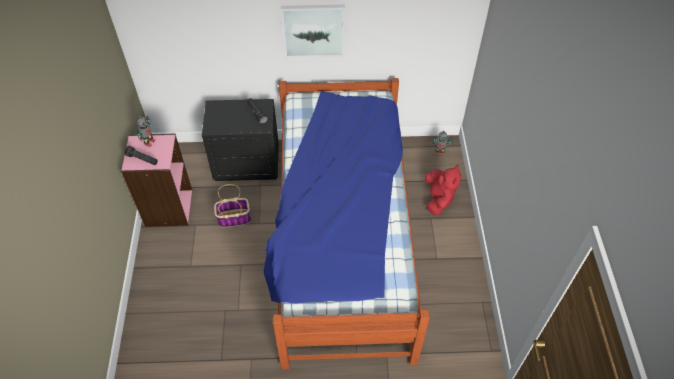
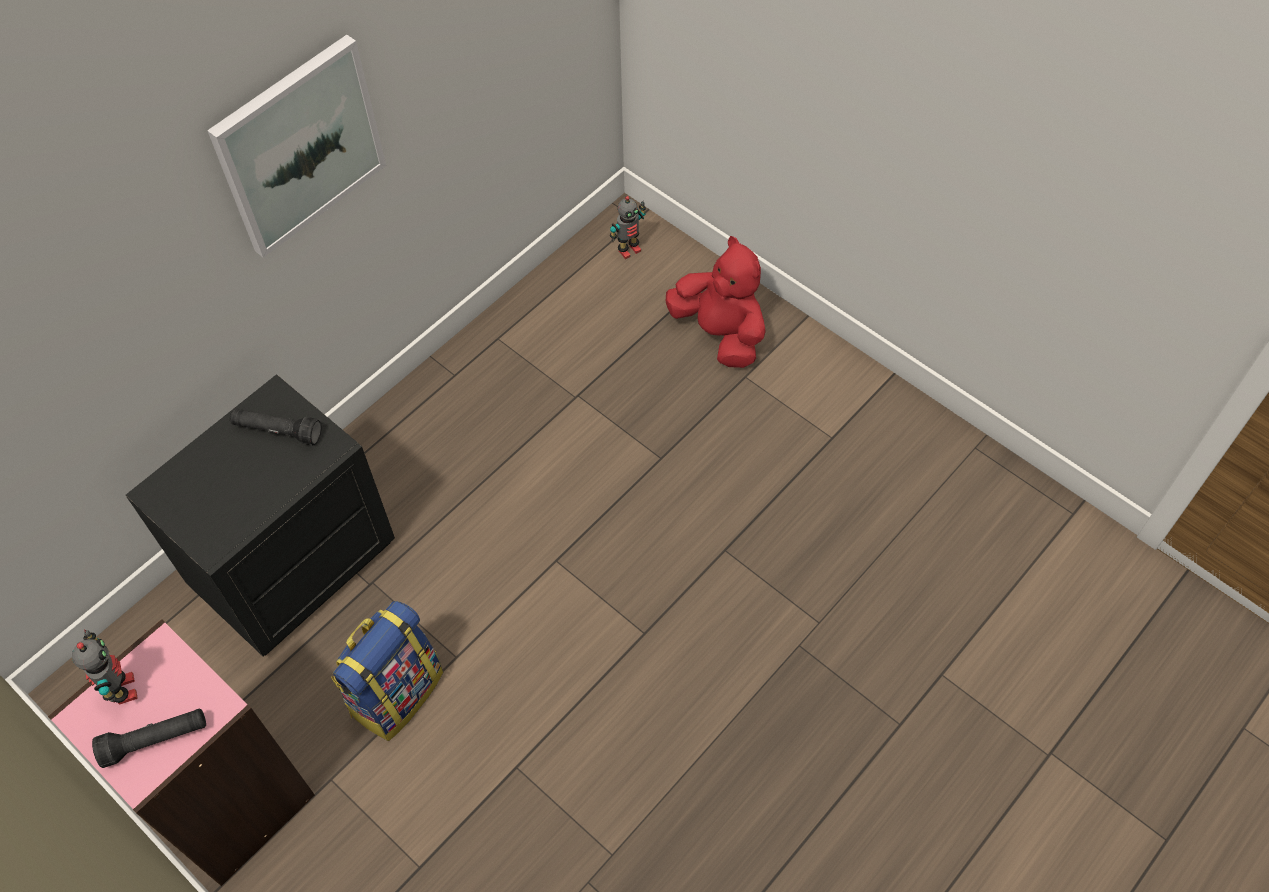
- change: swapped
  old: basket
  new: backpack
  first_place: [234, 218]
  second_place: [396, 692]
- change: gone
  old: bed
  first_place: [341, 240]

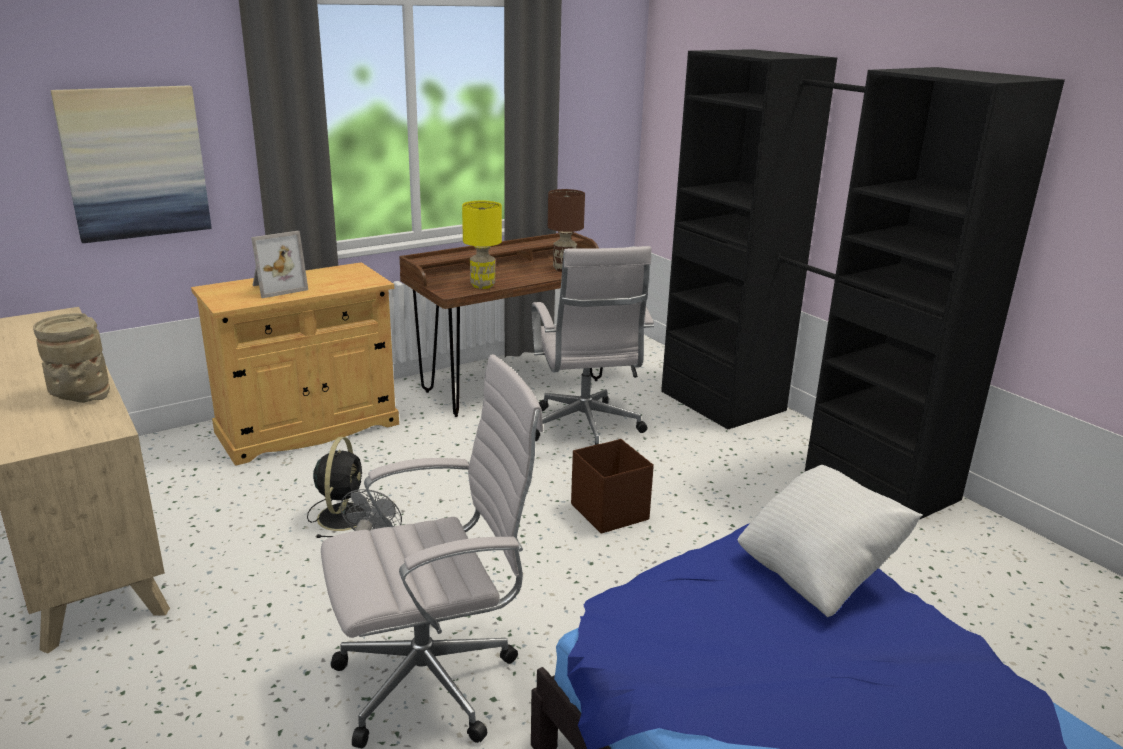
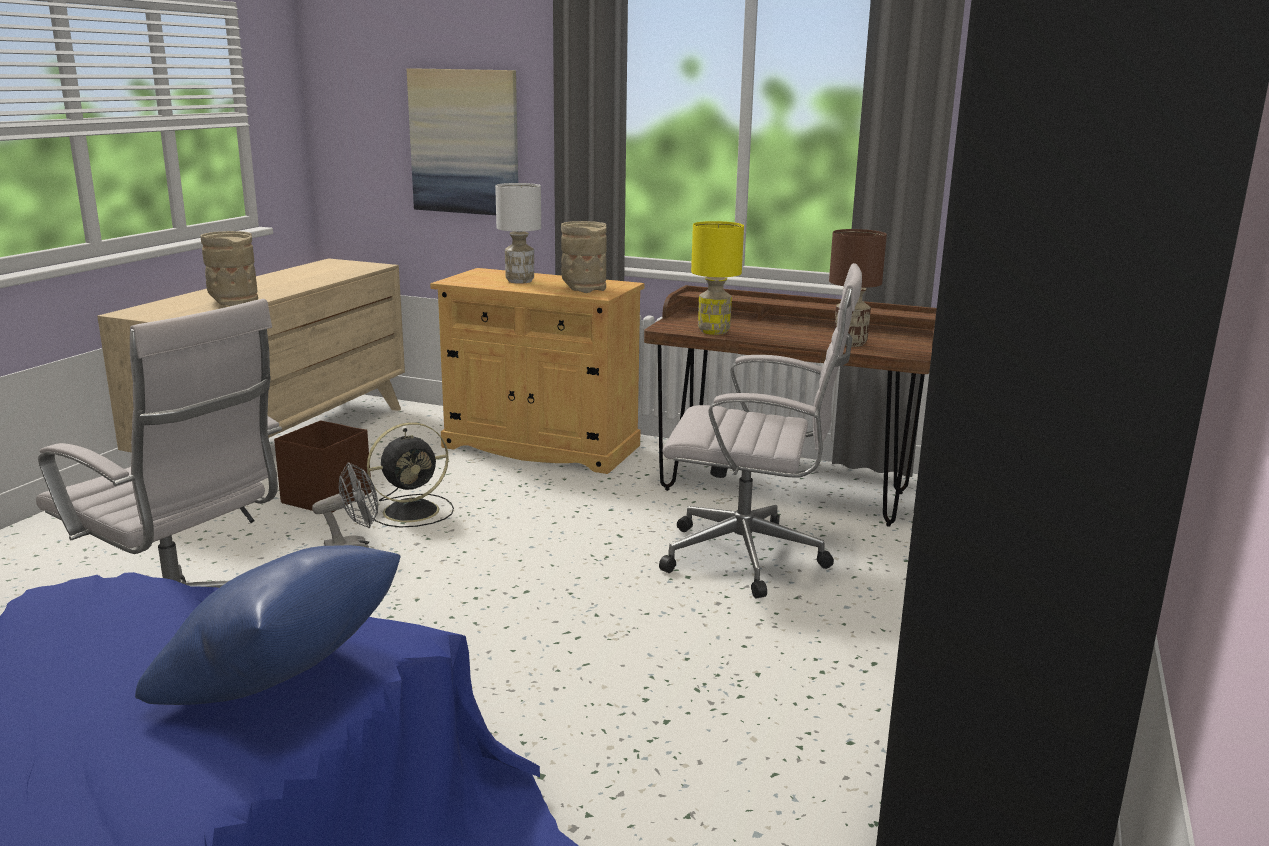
- change: repainted
  old: white pillow
  new: blue pillow
  first_place: [818, 573]
  second_place: [282, 686]
- change: shifted
  old: brown storage box
  first_place: [609, 511]
  second_place: [328, 497]
- change: swapped
  old: picture frame
  new: white table lamp
  first_place: [277, 288]
  second_place: [520, 281]
- change: new
  new: beige vase
  second_place: [583, 288]
- change: rotated
  old: white office chair
  first_place: [585, 431]
  second_place: [751, 558]
  degrees: -120

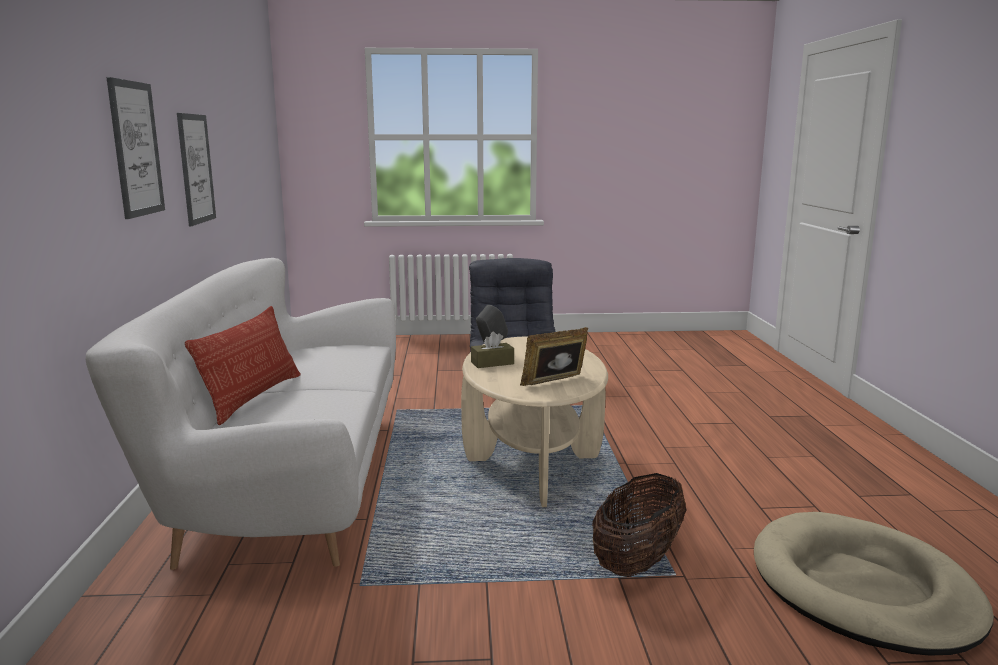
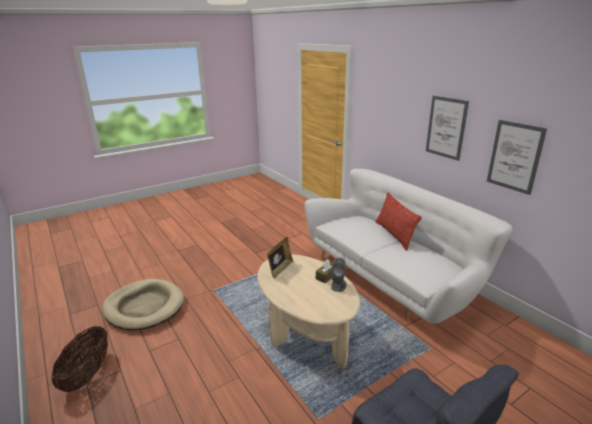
- change: shifted
  old: basket
  first_place: [637, 561]
  second_place: [87, 374]

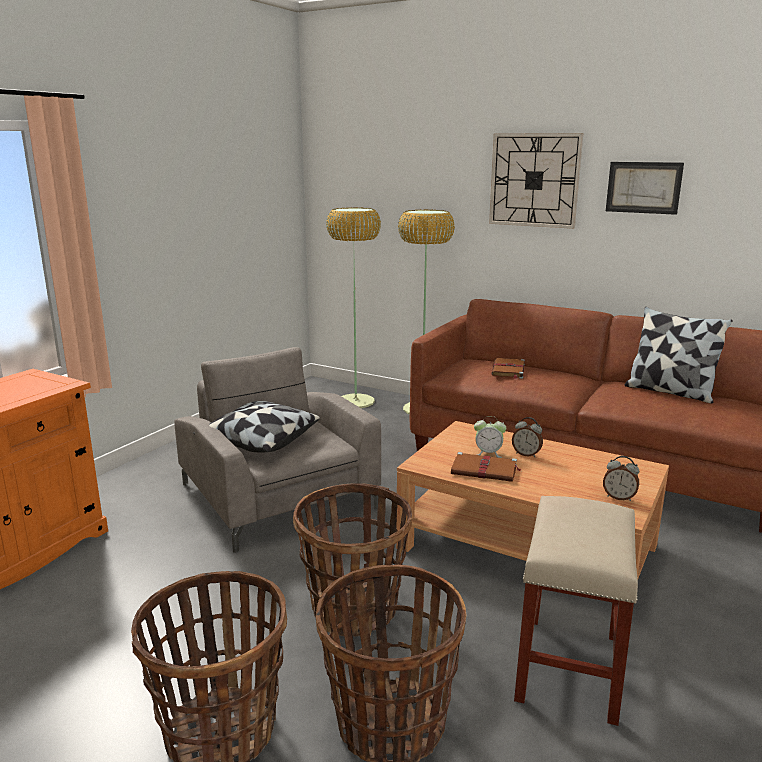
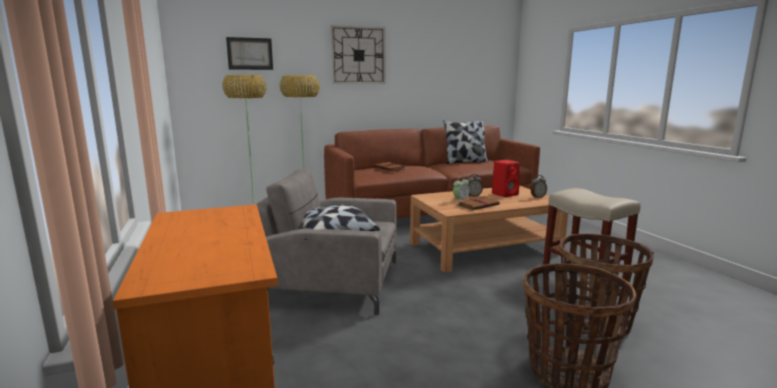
- change: shifted
  old: picture
  first_place: [643, 187]
  second_place: [250, 53]
- change: new
  new: red speaker
  second_place: [505, 194]
- change: gone
  old: basket
  first_place: [354, 609]

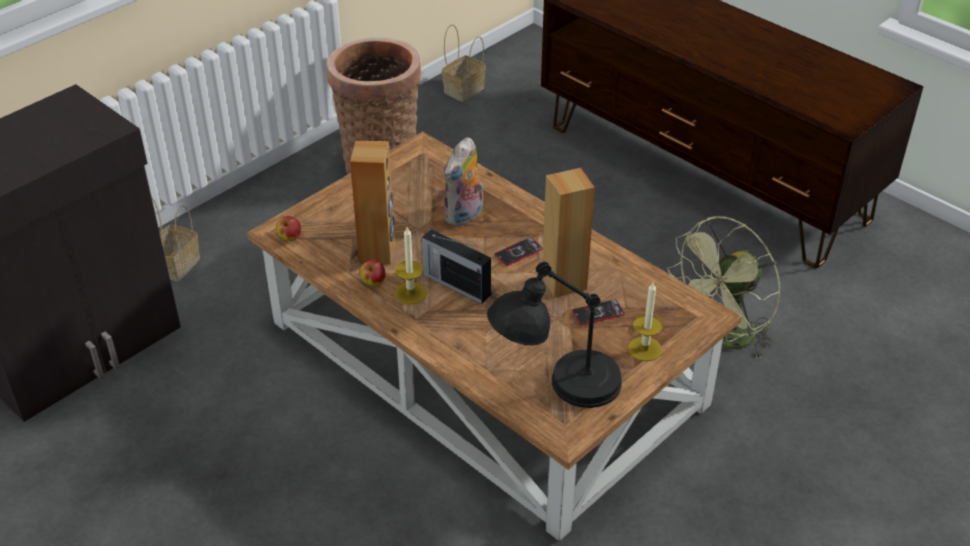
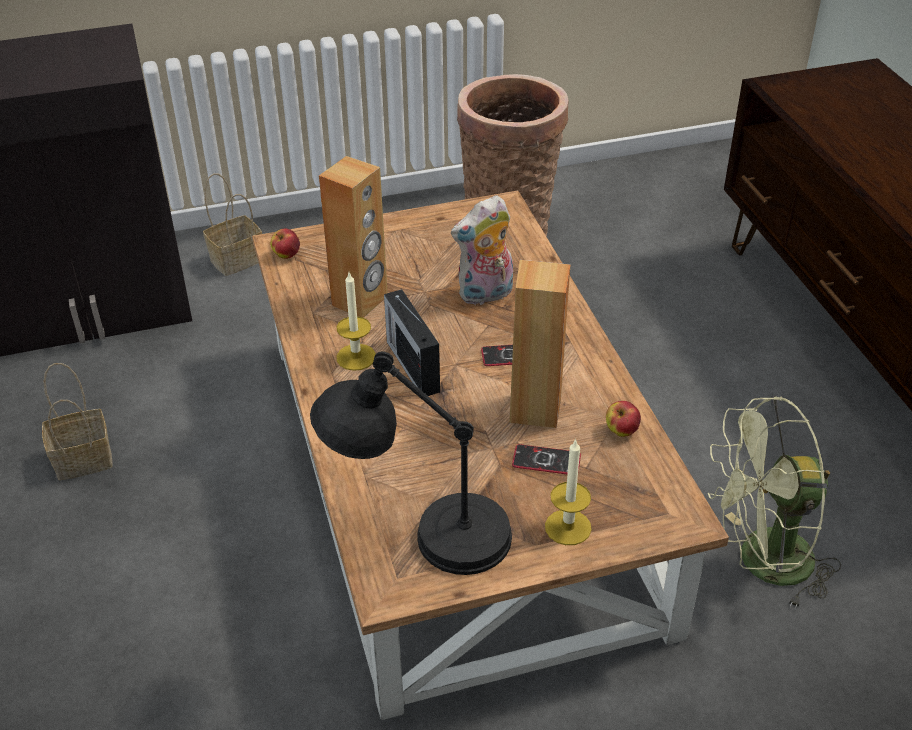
- change: shifted
  old: basket
  first_place: [463, 91]
  second_place: [81, 461]
- change: shifted
  old: apple
  first_place: [373, 283]
  second_place: [621, 431]

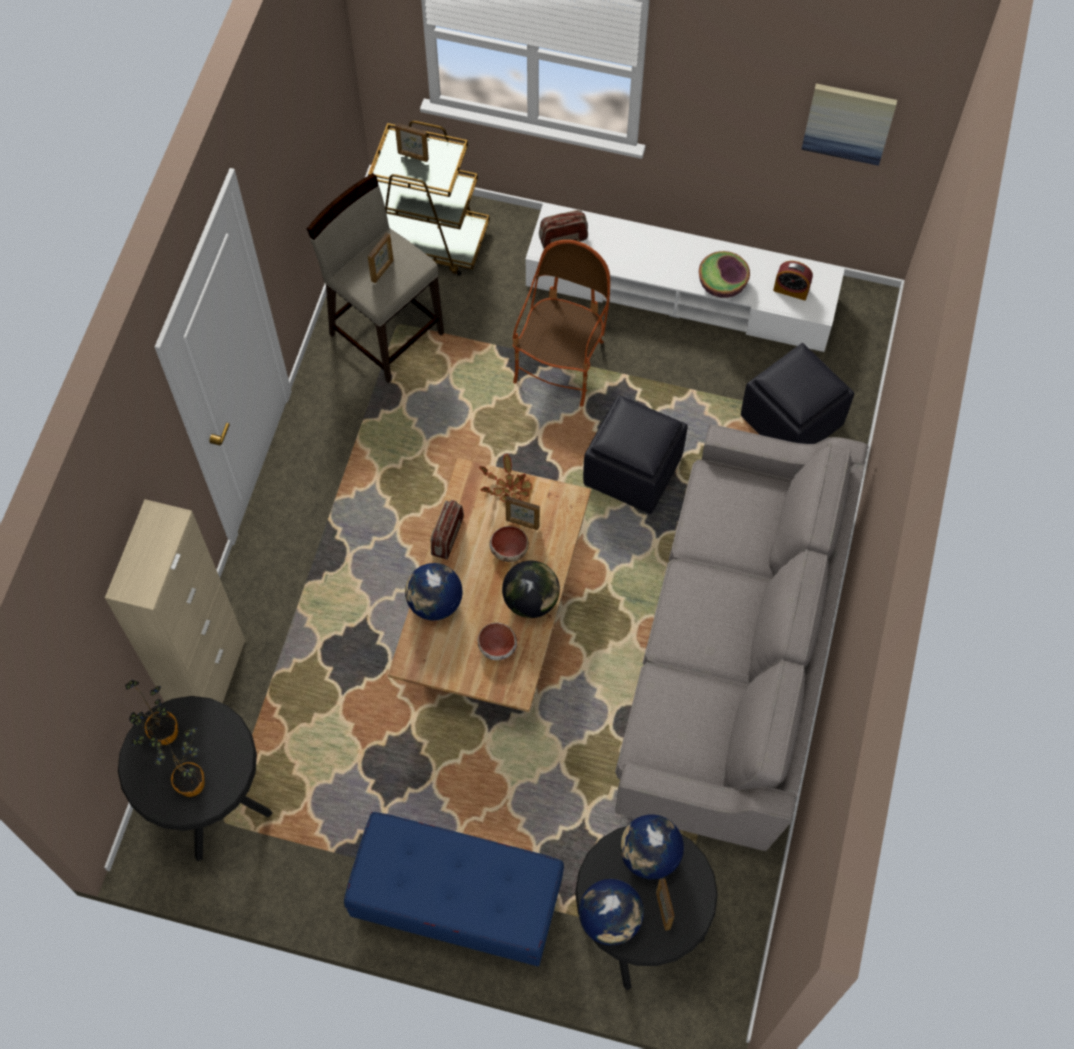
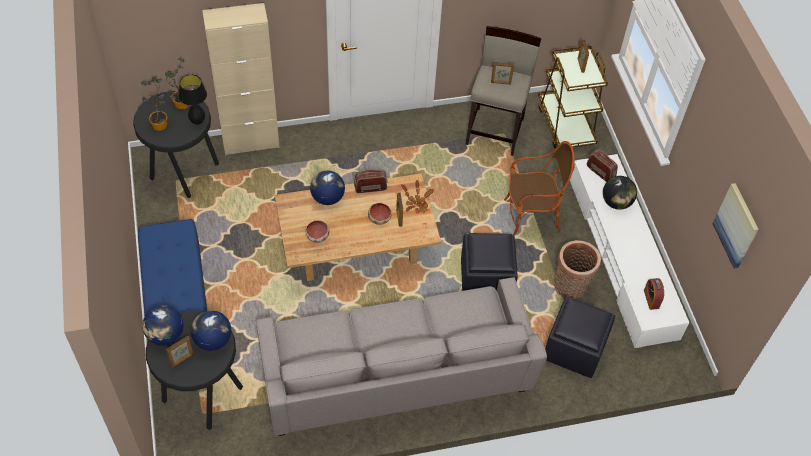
- change: new
  new: black table lamp
  second_place: [198, 121]
- change: new
  new: basket
  second_place: [570, 288]
- change: shifted
  old: globe
  first_place: [531, 600]
  second_place: [616, 202]
- change: gone
  old: bowl
  first_place: [722, 284]

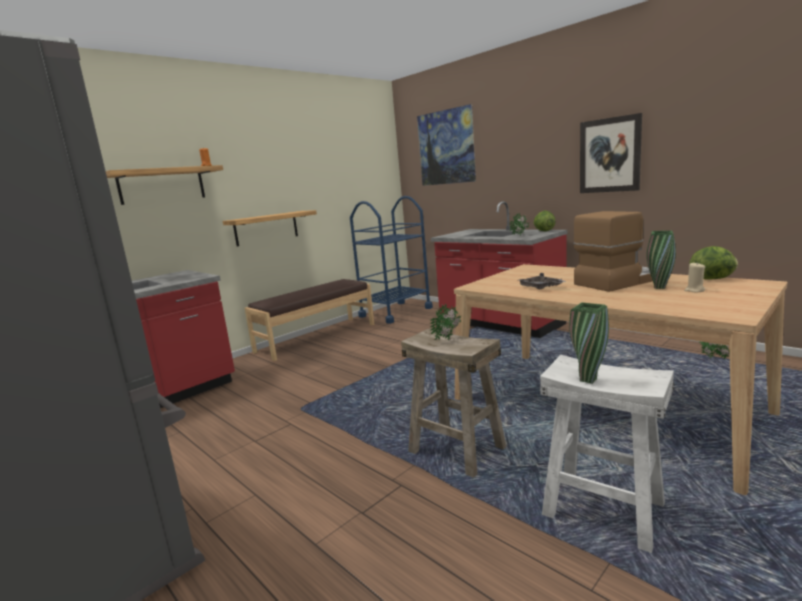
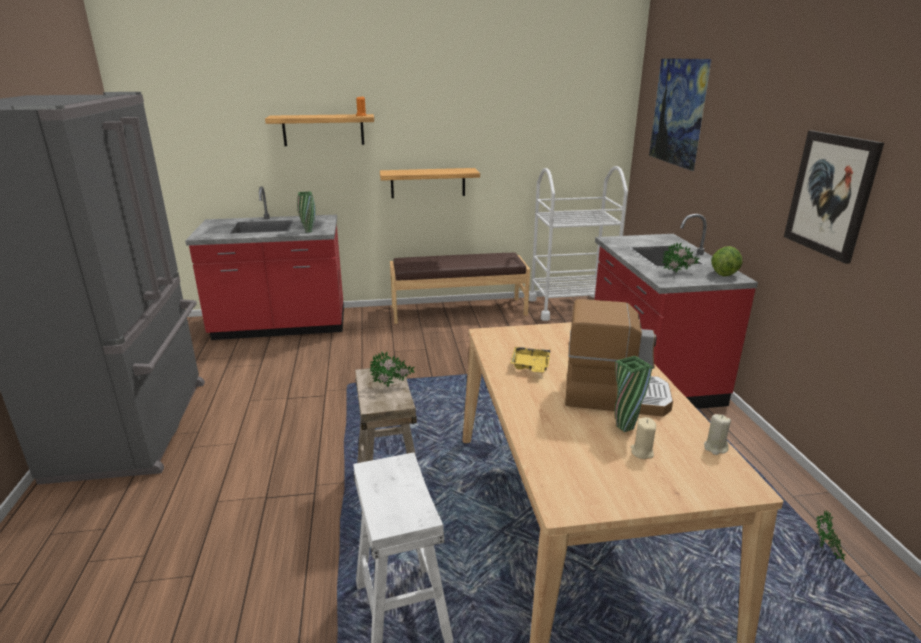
- change: shifted
  old: green vase
  first_place: [588, 380]
  second_place: [308, 231]
- change: repainted
  old: grey tray
  new: yellow tray
  first_place: [541, 287]
  second_place: [530, 366]
- change: repainted
  old: blue cart
  new: white cart
  first_place: [395, 312]
  second_place: [570, 307]
- change: swapped
  old: lettuce
  new: beige candle
  first_place: [713, 279]
  second_place: [715, 448]

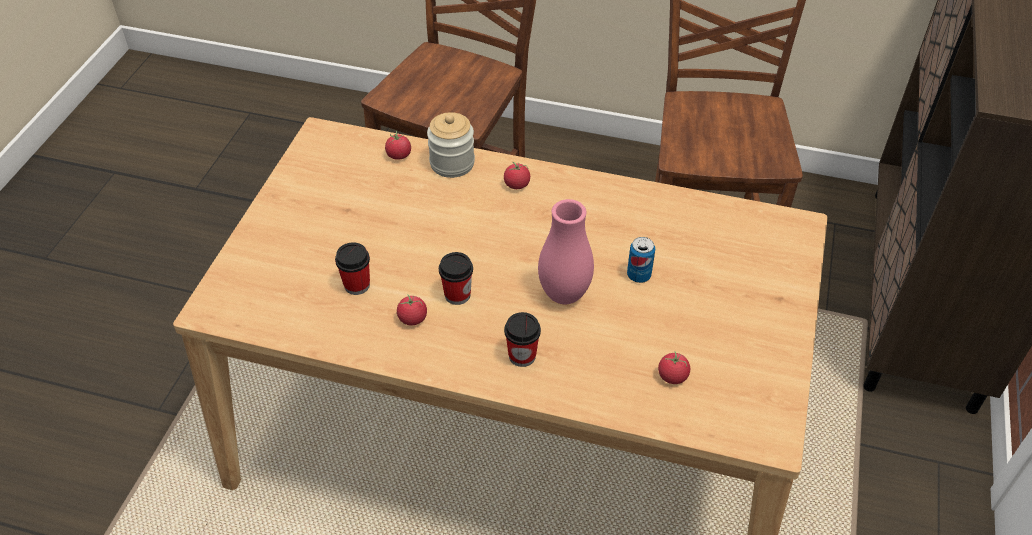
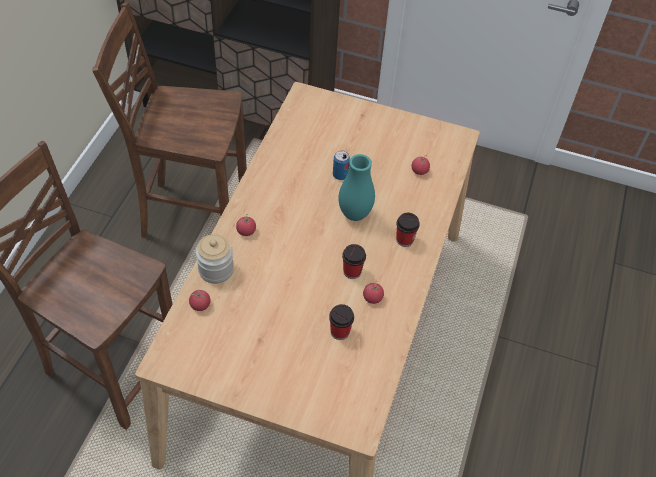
- change: repainted
  old: pink vase
  new: turquoise vase
  first_place: [564, 294]
  second_place: [354, 214]

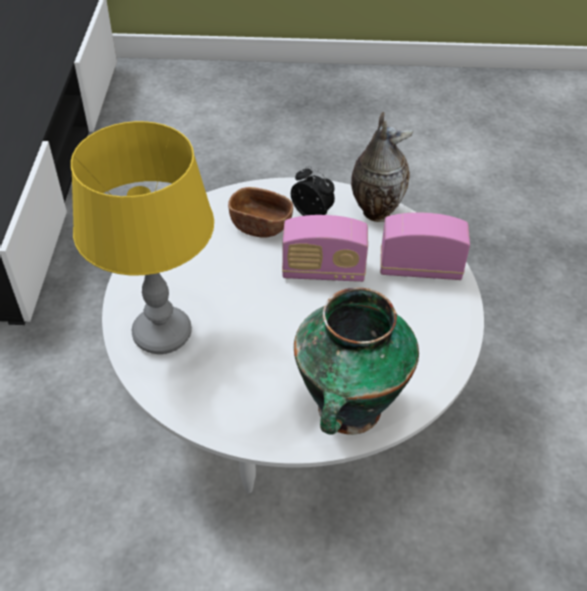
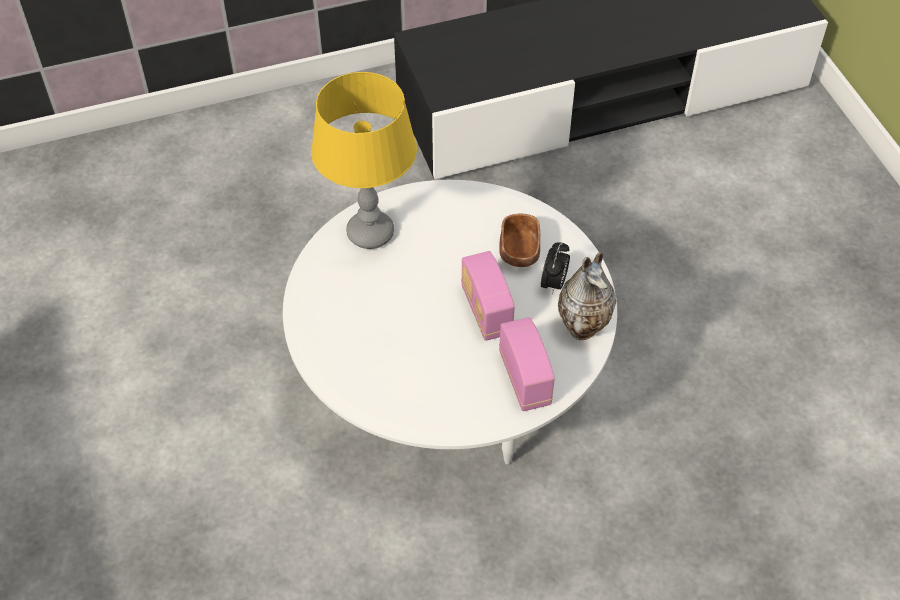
- change: gone
  old: vase
  first_place: [348, 411]

